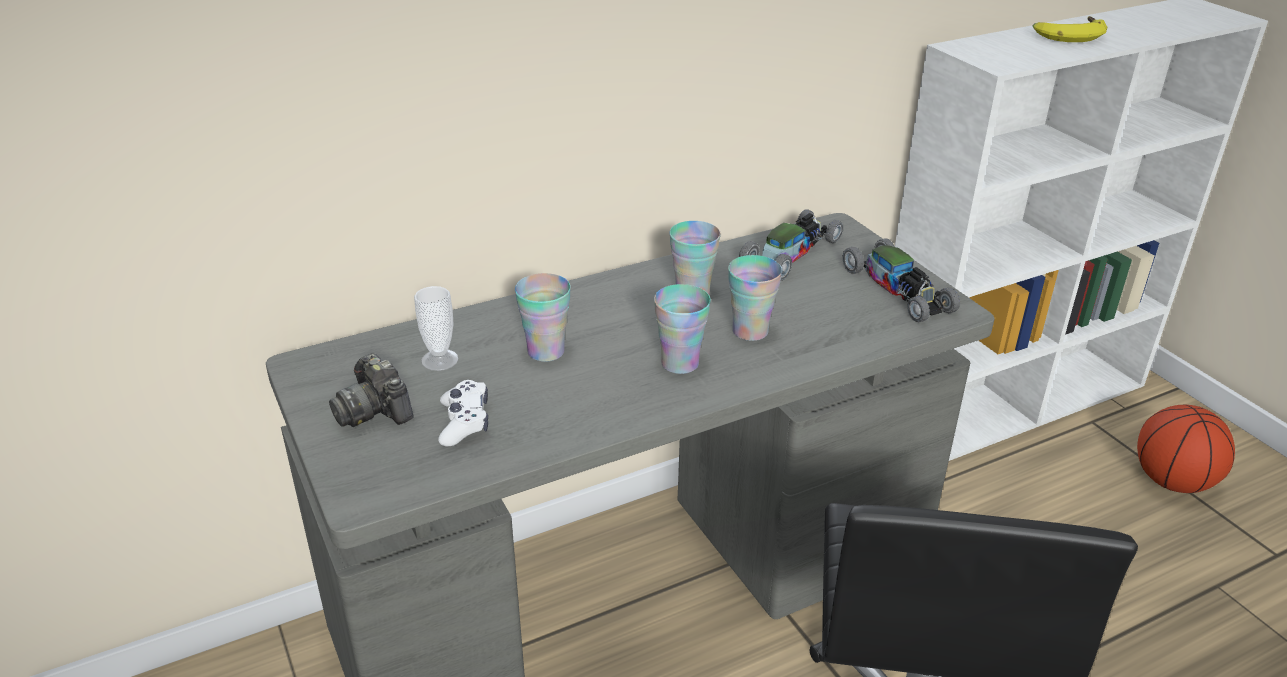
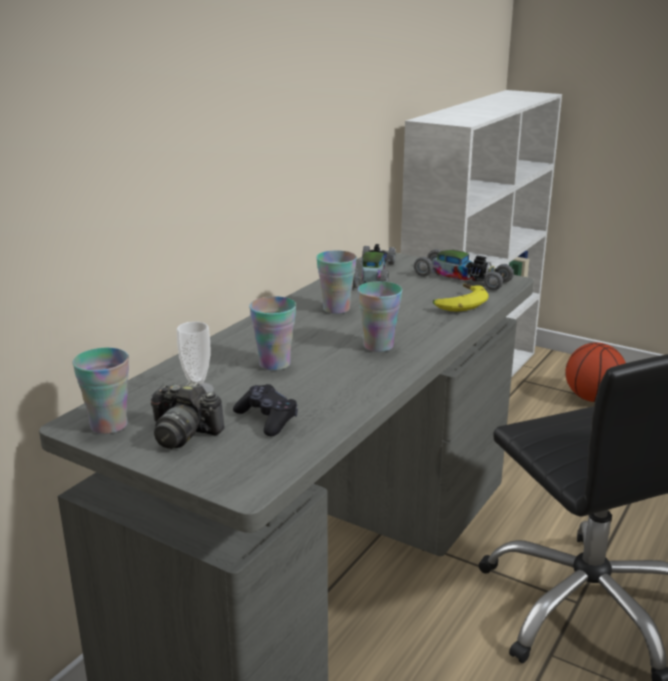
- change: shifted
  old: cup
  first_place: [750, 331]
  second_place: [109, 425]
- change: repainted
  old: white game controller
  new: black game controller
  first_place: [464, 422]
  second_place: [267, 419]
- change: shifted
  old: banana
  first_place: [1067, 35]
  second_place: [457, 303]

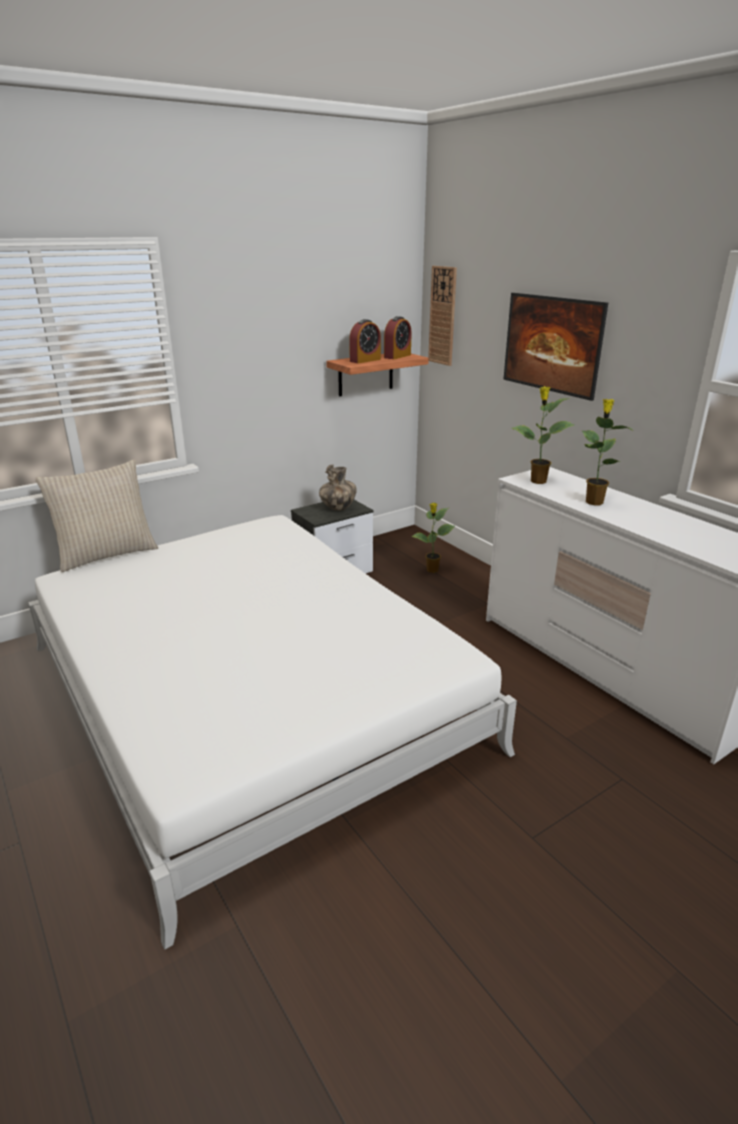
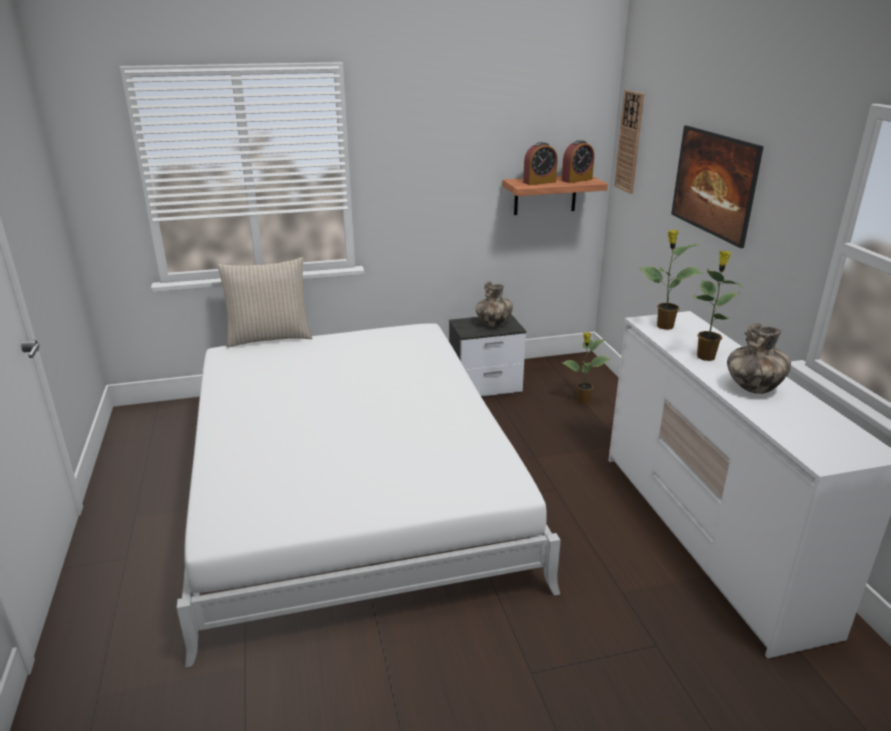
- change: new
  new: vase
  second_place: [753, 388]

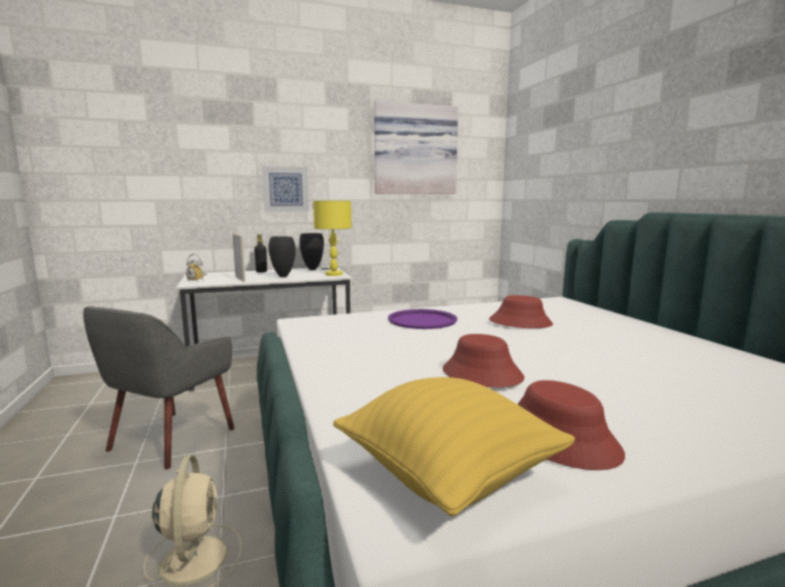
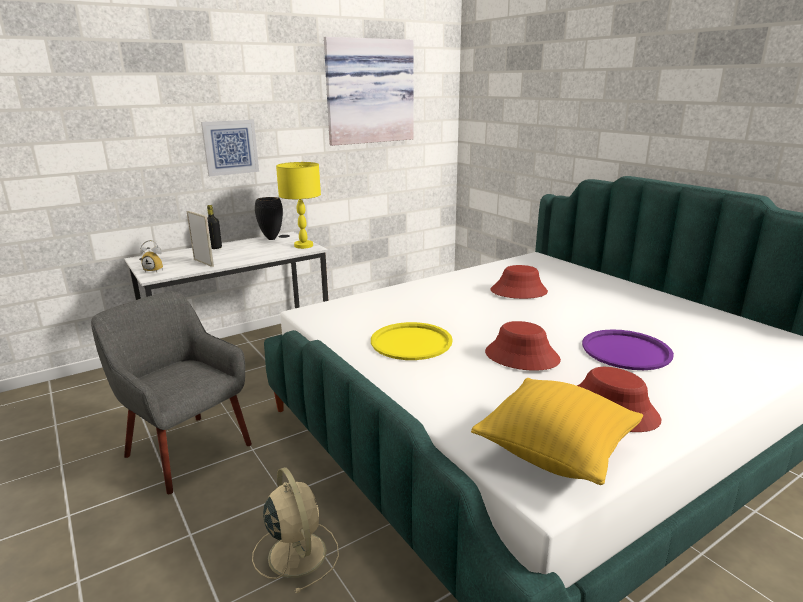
- change: rotated
  old: grey armchair
  first_place: [170, 439]
  second_place: [186, 450]
  degrees: 120
- change: new
  new: yellow tray
  second_place: [411, 342]
- change: shifted
  old: purple tray
  first_place: [422, 320]
  second_place: [626, 351]
- change: gone
  old: black vase
  first_place: [283, 276]

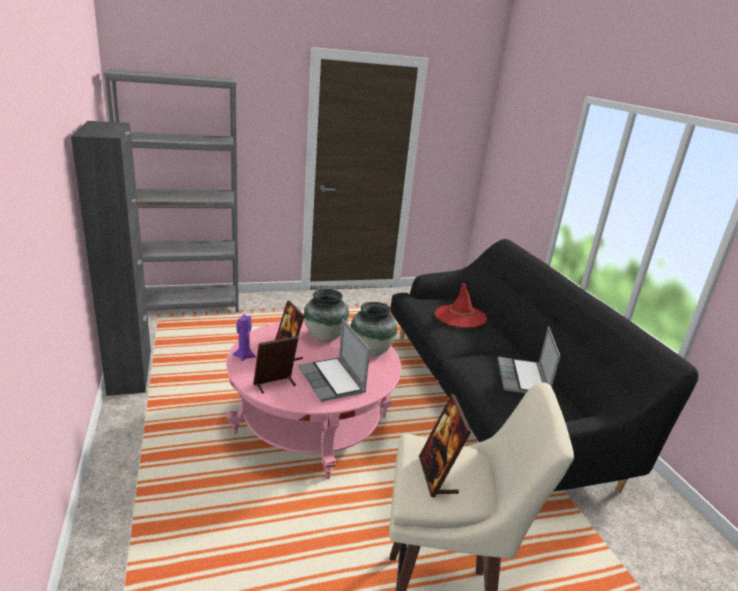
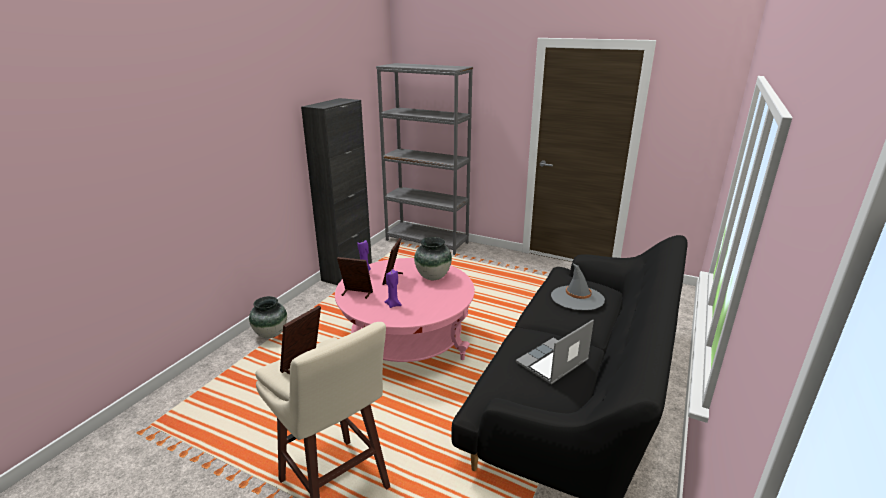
- change: shifted
  old: vase
  first_place: [371, 351]
  second_place: [271, 334]
- change: swapped
  old: laptop
  new: purple candle
  first_place: [332, 381]
  second_place: [393, 304]
- change: repainted
  old: red hat
  new: grey hat
  first_place: [460, 316]
  second_place: [577, 298]

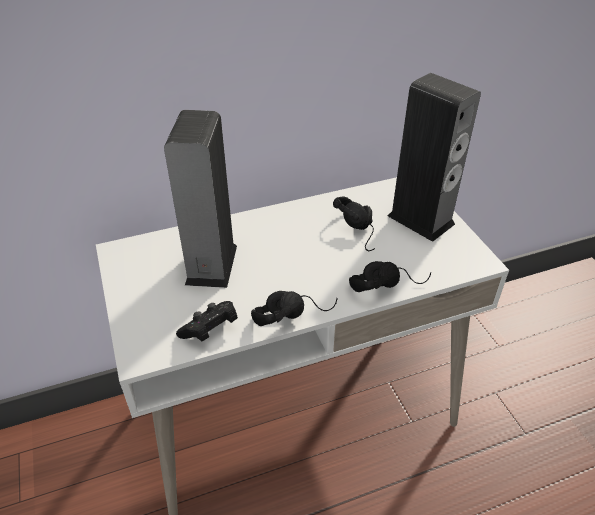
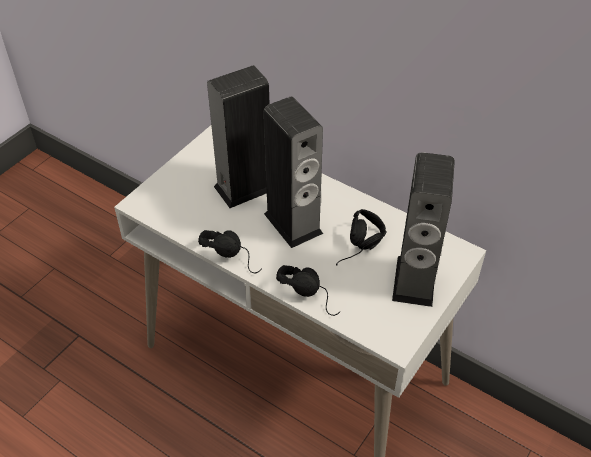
- change: new
  new: speaker
  second_place: [293, 223]
- change: gone
  old: black game controller
  first_place: [210, 330]

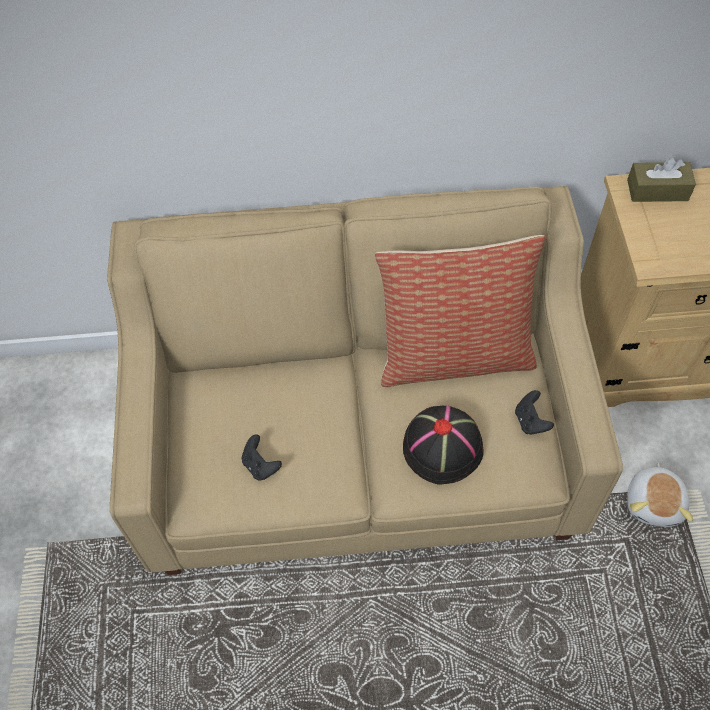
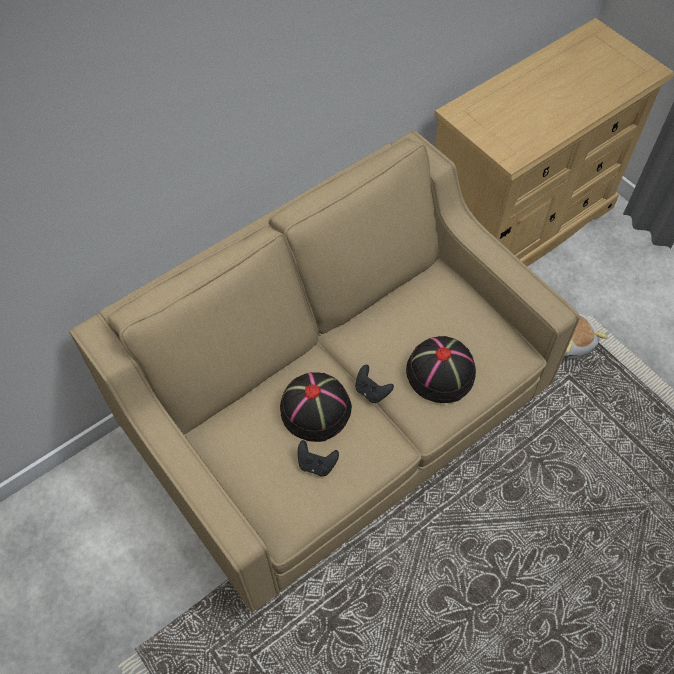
- change: new
  new: black hat
  second_place: [316, 408]
- change: shifted
  old: black game controller
  first_place: [530, 421]
  second_place: [371, 391]
- change: gone
  old: pillow
  first_place: [454, 355]
- change: gone
  old: brown tissue box
  first_place: [657, 190]

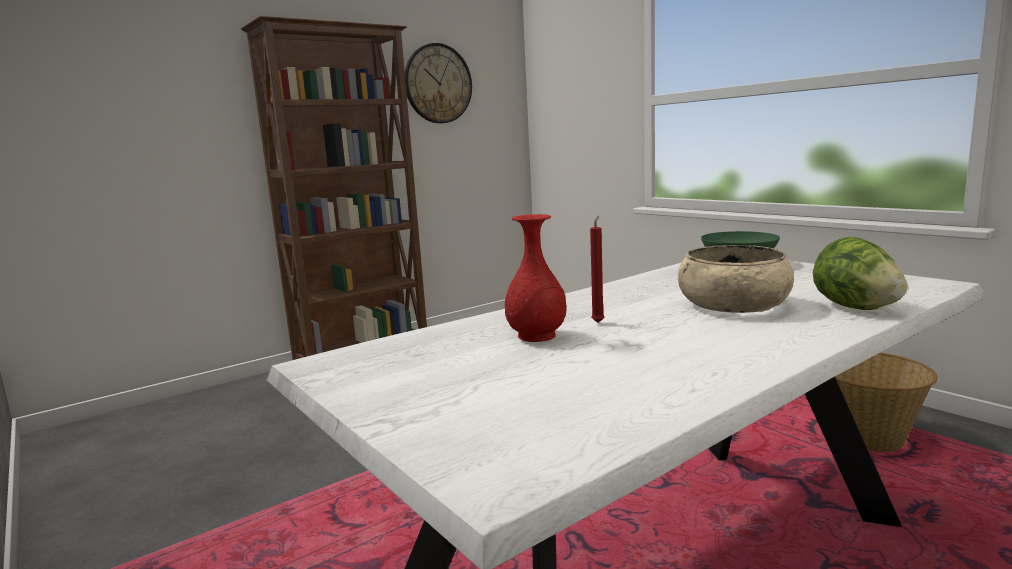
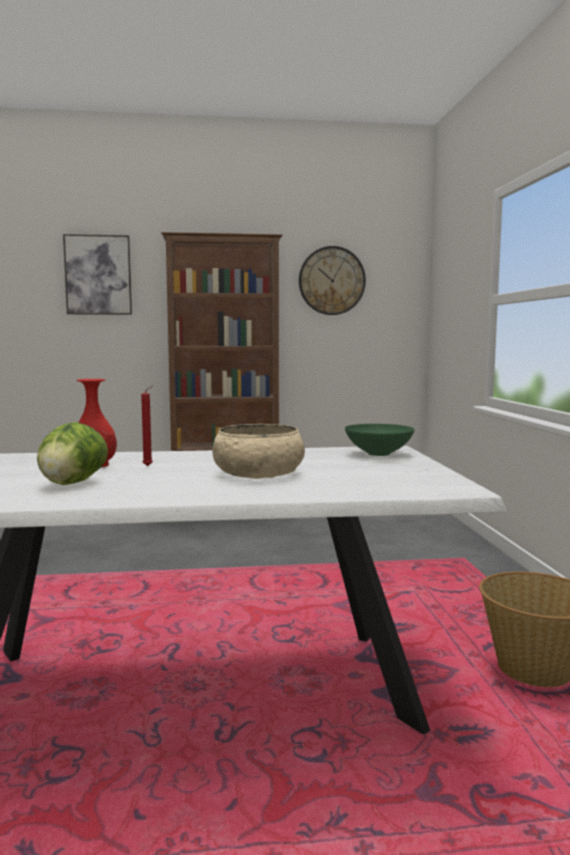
- change: shifted
  old: lettuce
  first_place: [855, 308]
  second_place: [72, 483]
- change: new
  new: picture
  second_place: [98, 275]

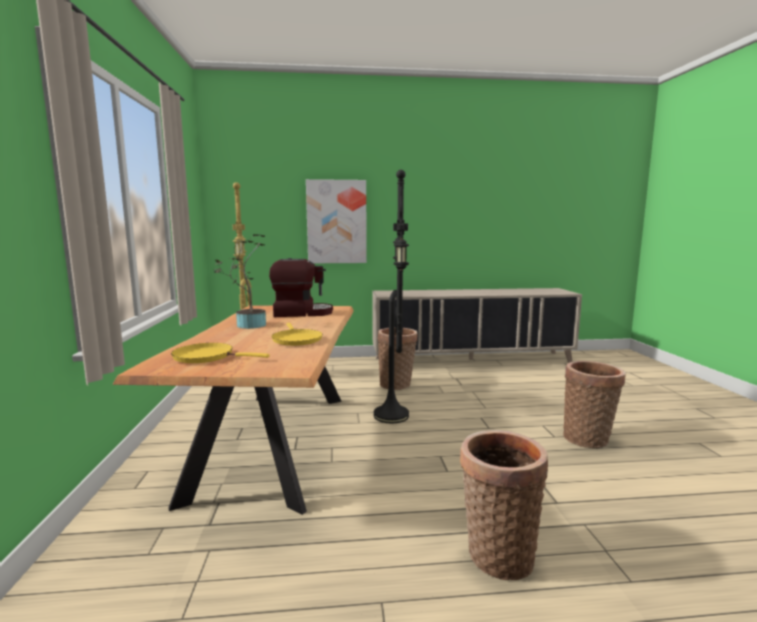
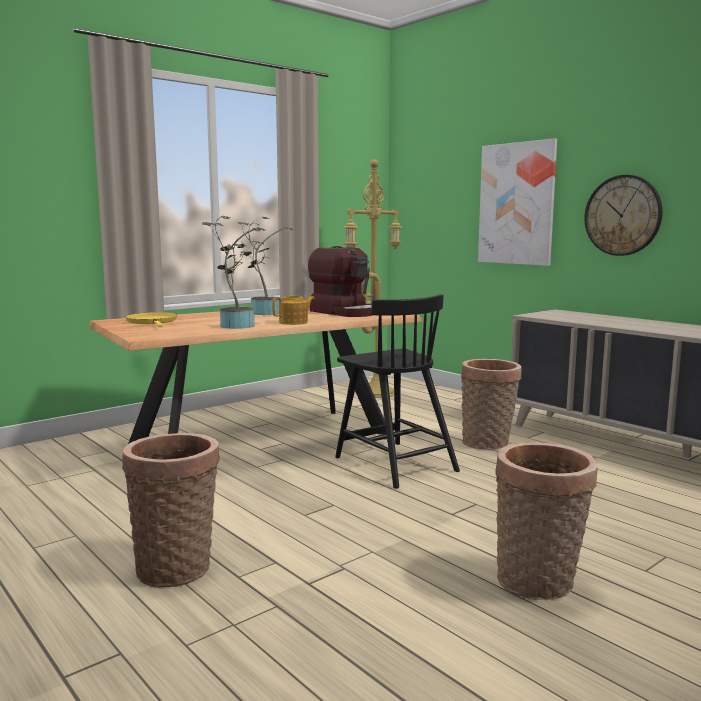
- change: swapped
  old: yellow frying pan
  new: potted plant
  first_place: [296, 339]
  second_place: [236, 325]
- change: new
  new: teapot
  second_place: [294, 322]
- change: swapped
  old: black floor lamp
  new: black chair
  first_place: [393, 416]
  second_place: [394, 463]
- change: new
  new: wall clock
  second_place: [623, 215]

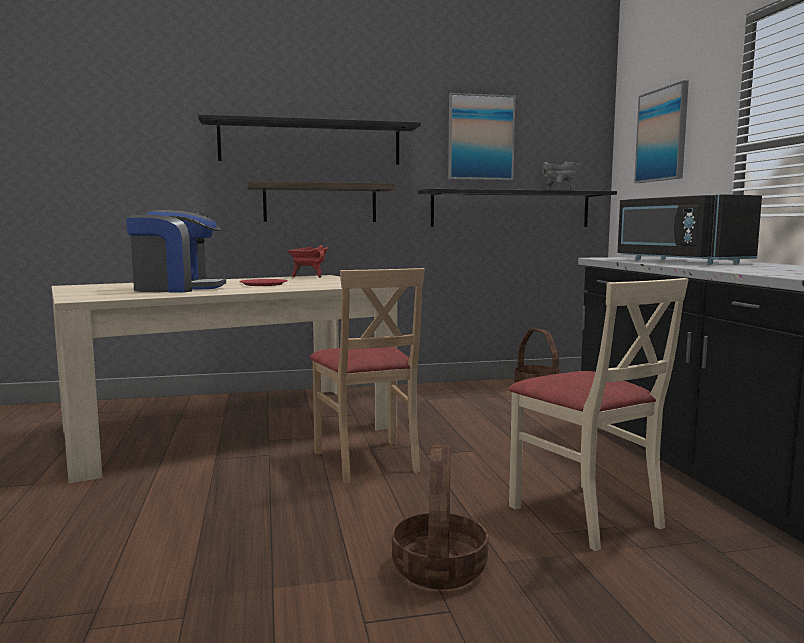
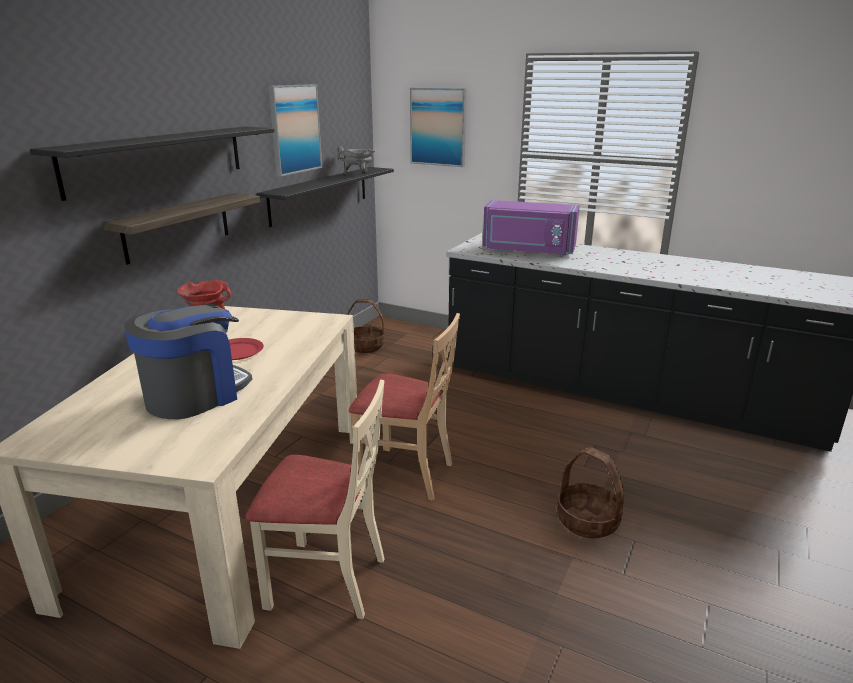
- change: shifted
  old: beige chair
  first_place: [586, 515]
  second_place: [326, 580]
- change: repainted
  old: black microwave
  new: purple microwave
  first_place: [678, 261]
  second_place: [528, 251]

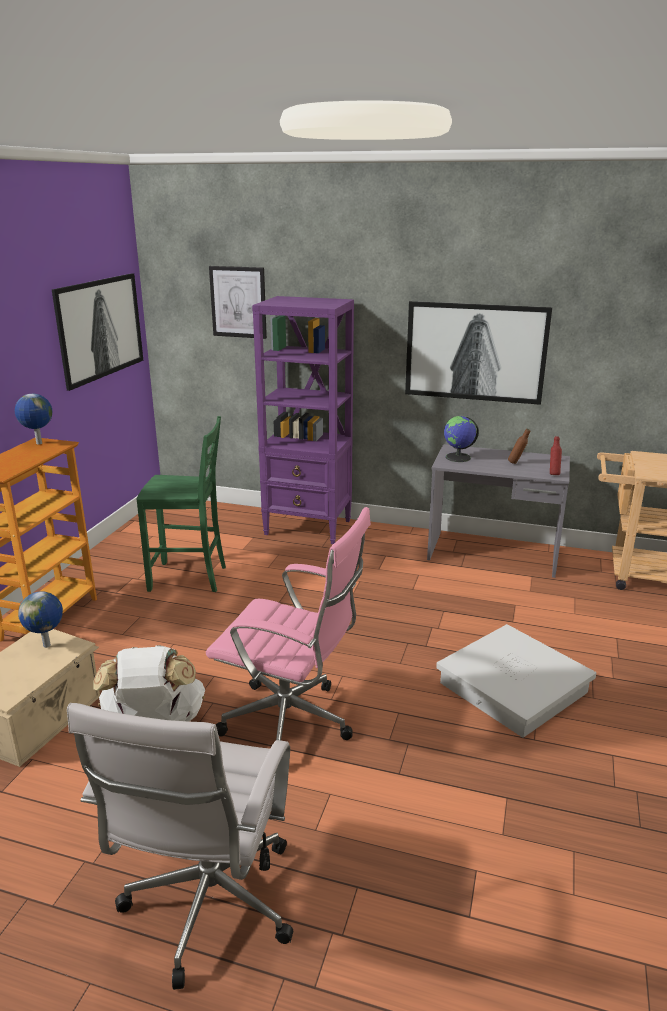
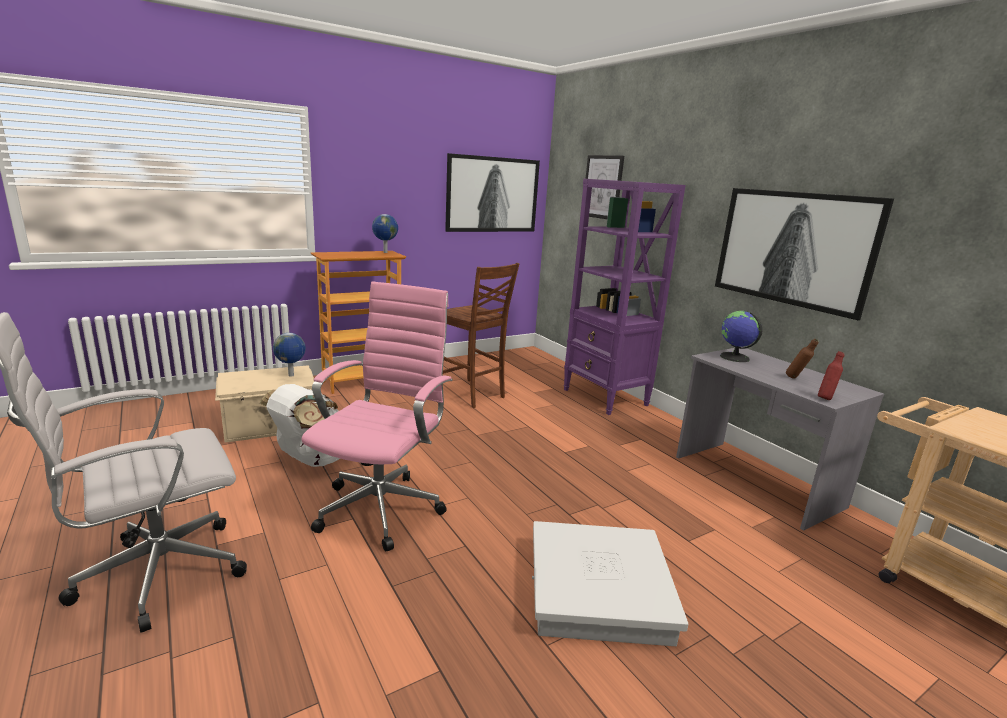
- change: rotated
  old: pink office chair
  first_place: [292, 724]
  second_place: [383, 506]
  degrees: -135
- change: repainted
  old: green chair
  new: brown chair
  first_place: [190, 578]
  second_place: [471, 394]

